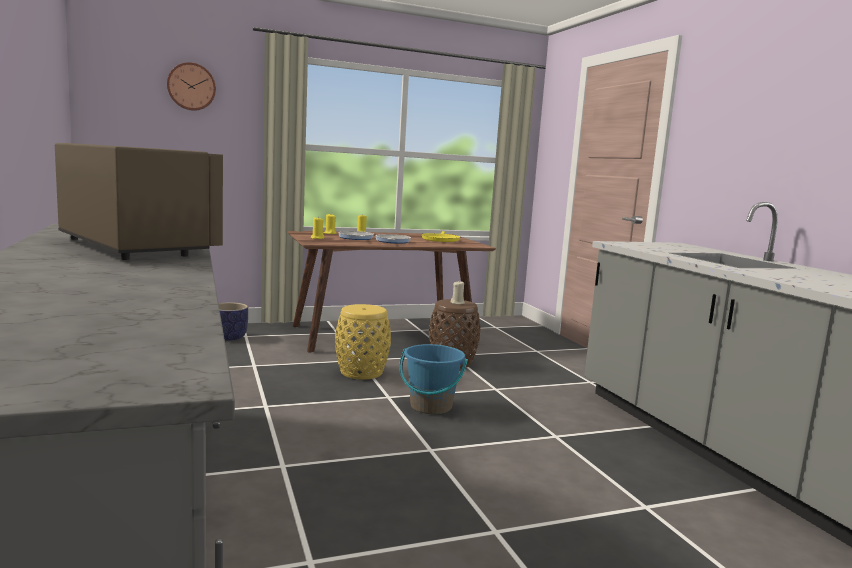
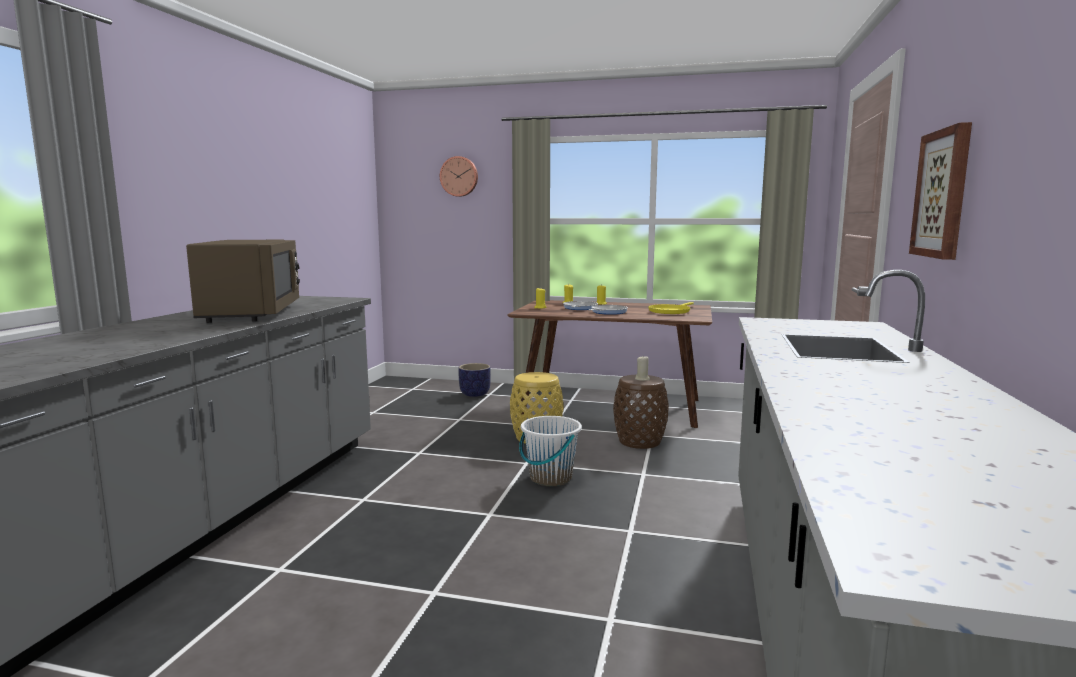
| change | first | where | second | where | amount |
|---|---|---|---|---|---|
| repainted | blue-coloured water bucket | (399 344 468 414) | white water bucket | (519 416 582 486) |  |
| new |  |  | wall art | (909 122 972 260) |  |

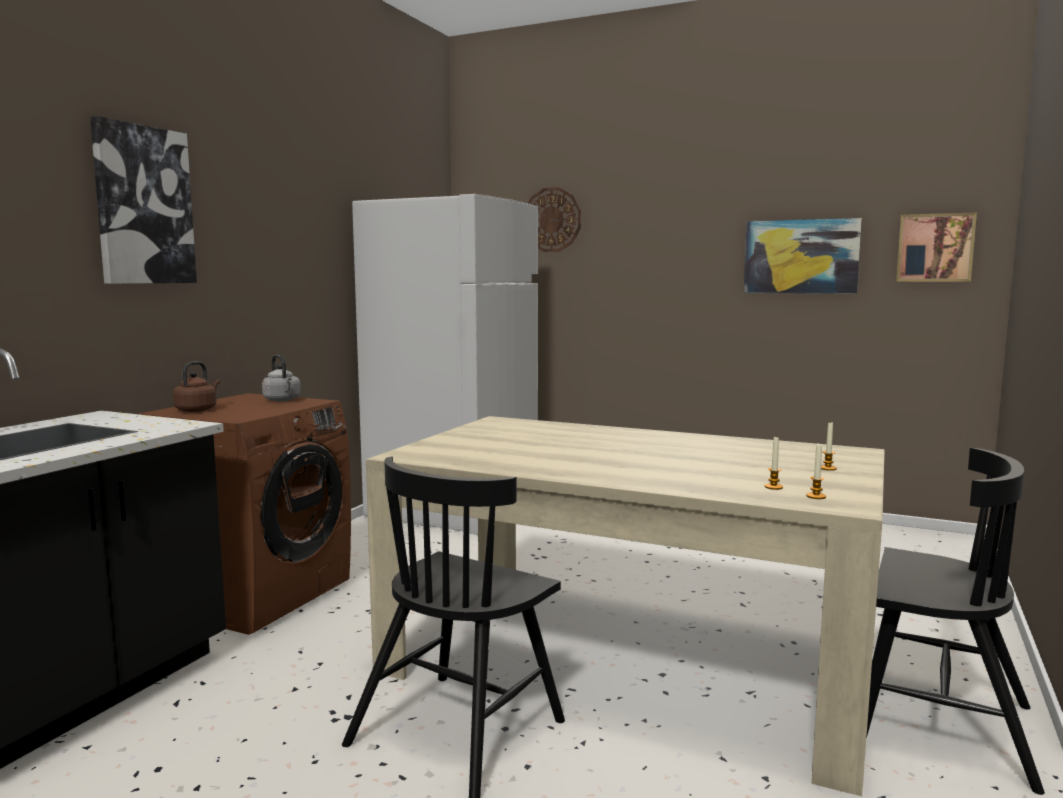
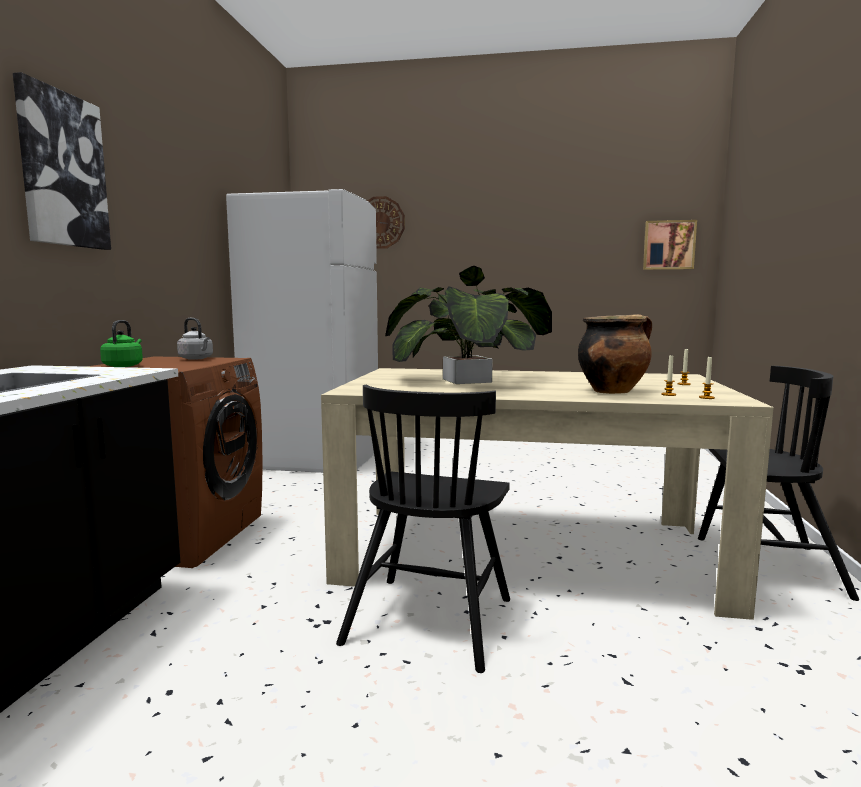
| change | first | where | second | where | amount |
|---|---|---|---|---|---|
| repainted | brown-coloured tea kettle | (173 361 220 412) | green tea kettle | (100 320 143 367) |  |
| new |  |  | plant in a pot | (385 266 552 384) |  |
| new |  |  | cooking pot | (578 314 652 394) |  |
| gone | wall art | (744 218 862 294) |  |  |  |

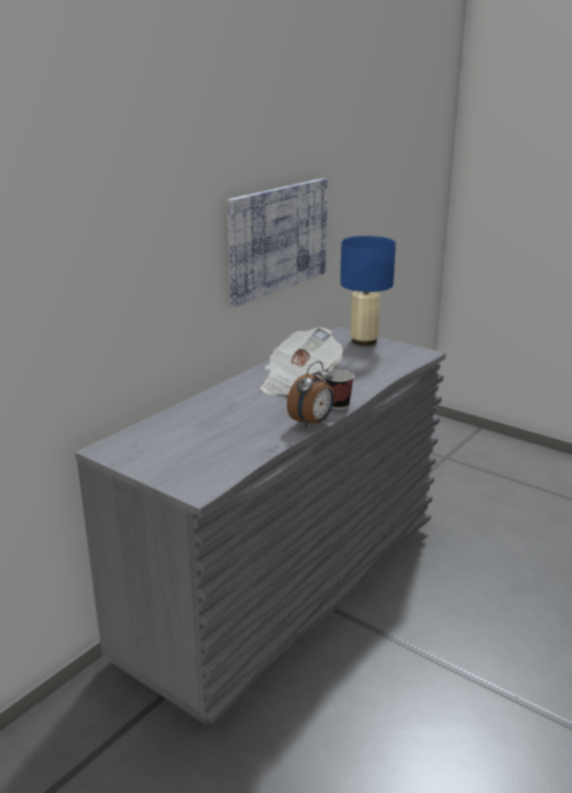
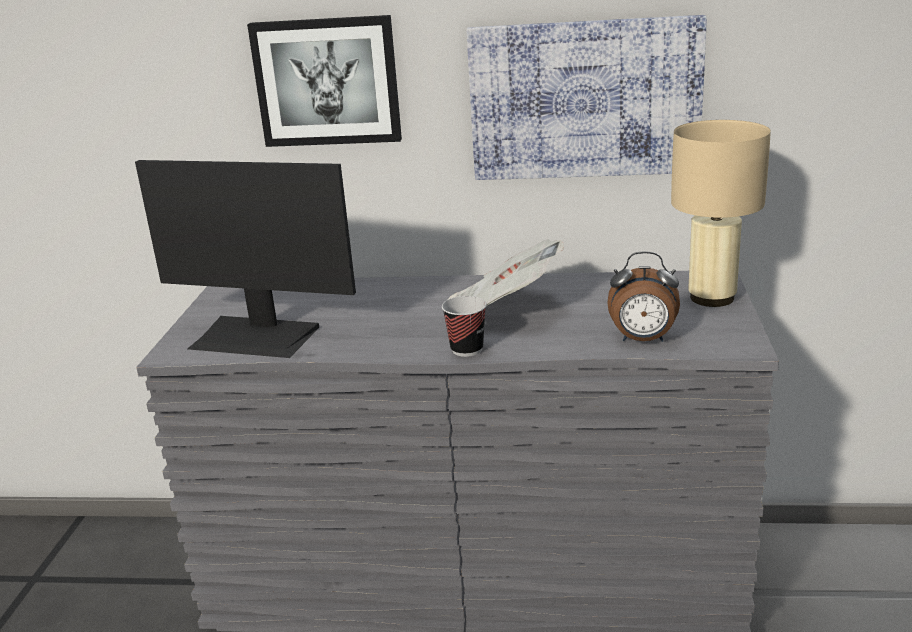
| change | first | where | second | where | amount |
|---|---|---|---|---|---|
| new |  |  | computer display | (135 160 356 358) |  |
| new |  |  | wall art | (247 15 402 147) |  |
| shifted | alarm clock | (287 361 334 428) |  | (608 251 680 342) |  |
| repainted | blue-coloured table lamp | (340 236 396 346) | sand-coloured table lamp | (671 120 771 307) |  |

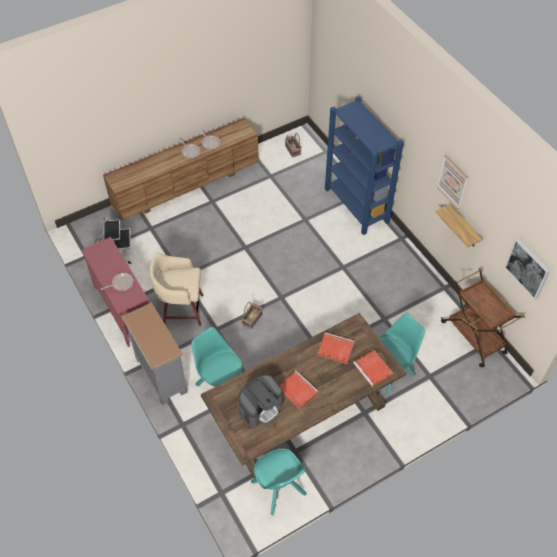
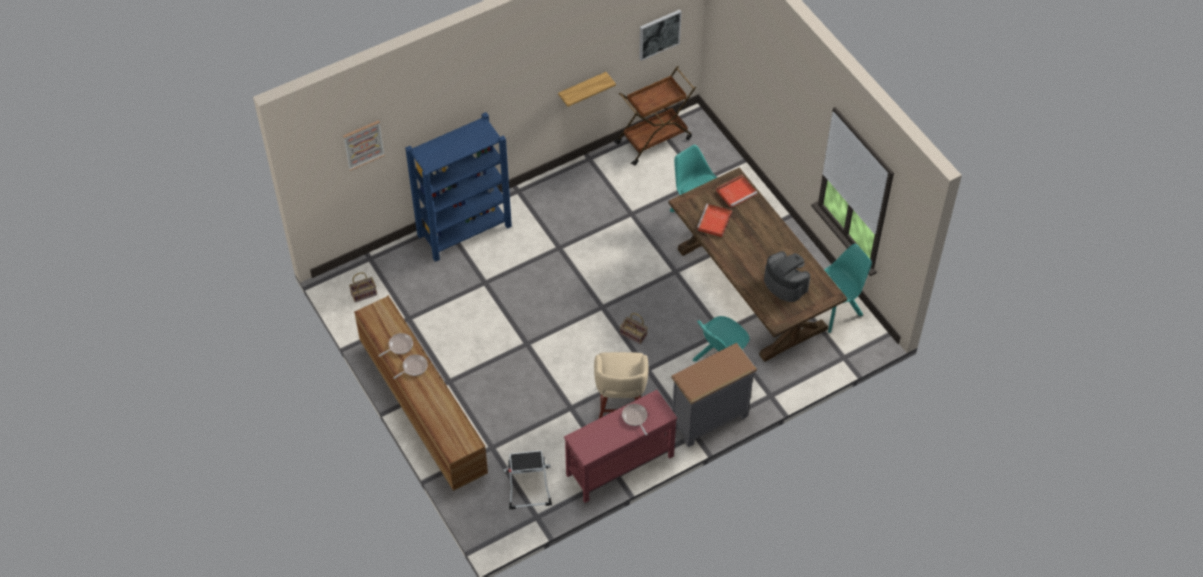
| change | first | where | second | where | amount |
|---|---|---|---|---|---|
| shifted | wall art | (437 155 468 209) |  | (343 120 385 171) |  |
| gone | red-coloured tray | (279 371 318 410) |  |  |  |

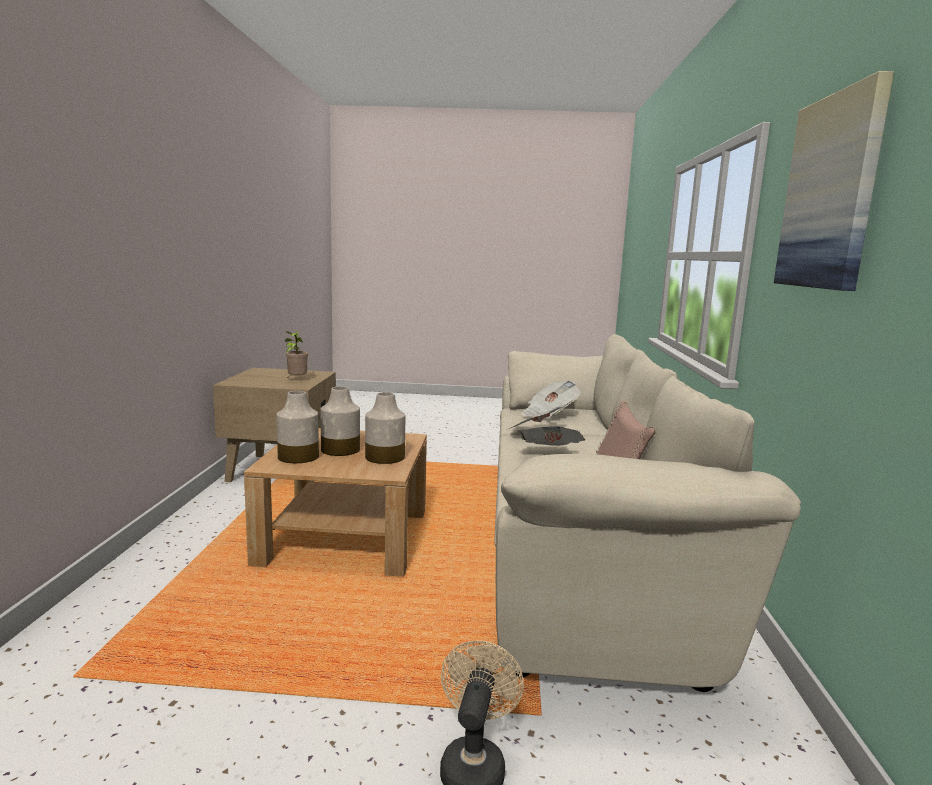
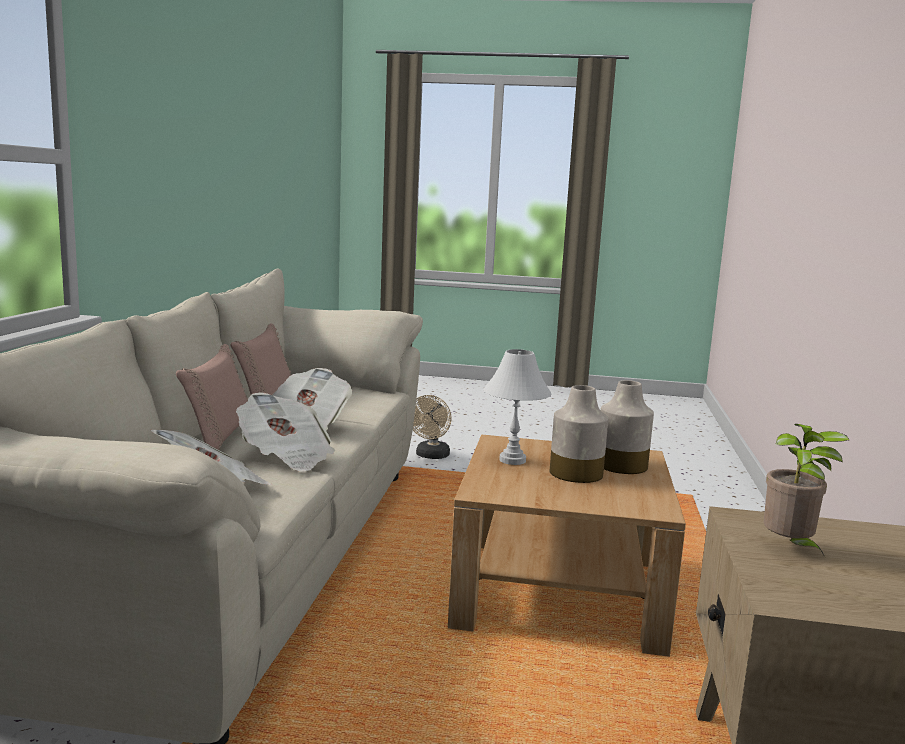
| change | first | where | second | where | amount |
|---|---|---|---|---|---|
| new |  |  | sand-coloured pillow | (176 344 248 450) |  |
| swapped | sand-coloured flower vase | (365 392 405 464) | white table lamp | (483 349 551 465) |  |
| gone | wall art | (774 71 894 291) |  |  |  |

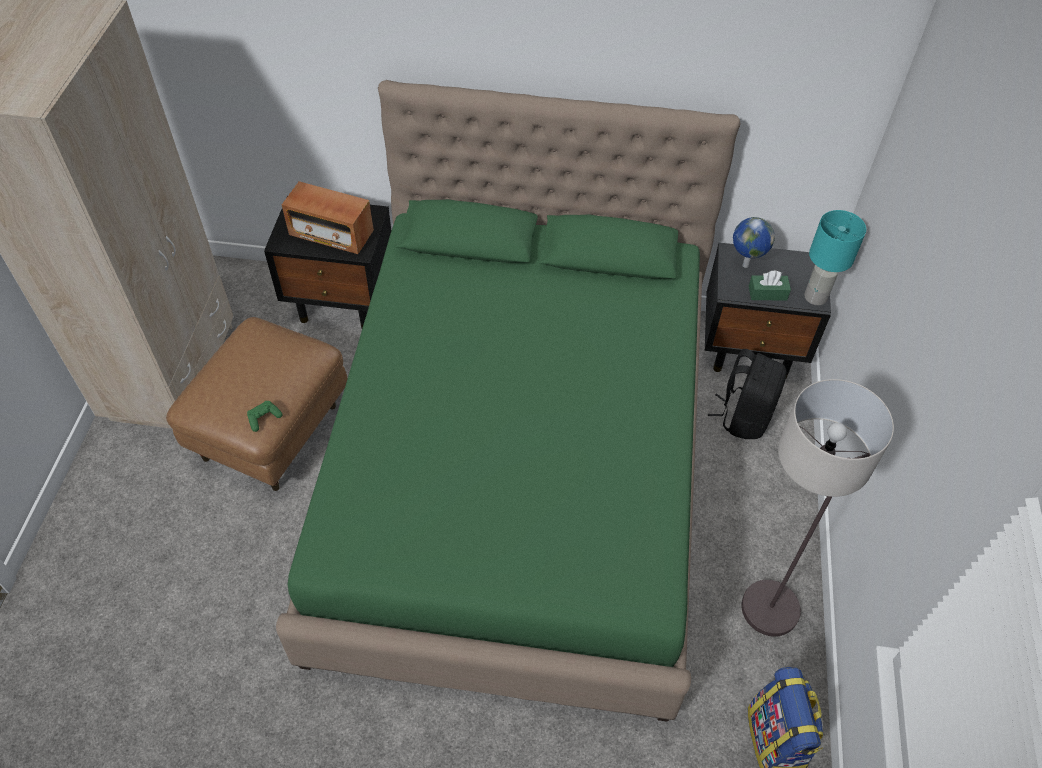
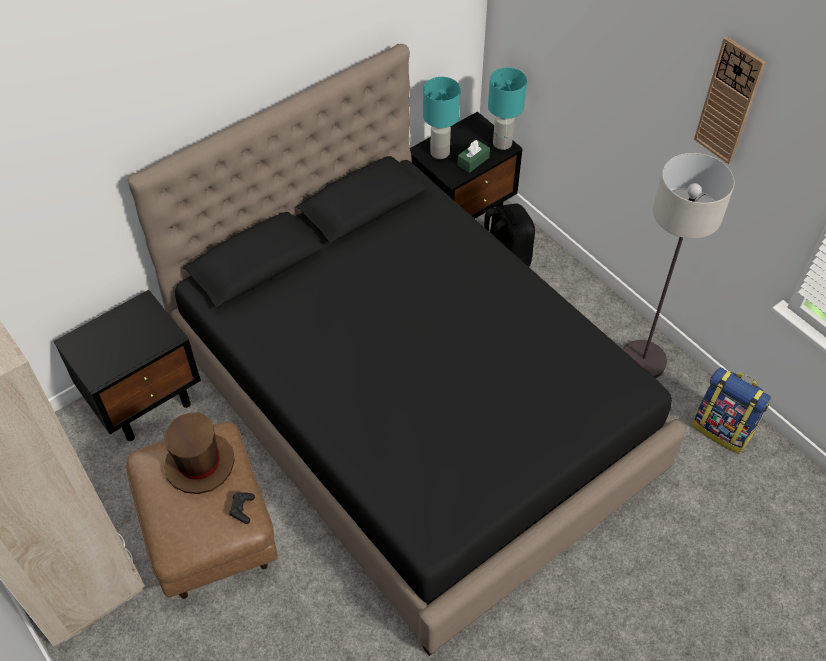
| change | first | where | second | where | amount |
|---|---|---|---|---|---|
| repainted | green bedroom bed | (276 80 741 722) | black bedroom bed | (127 44 686 656) |  |
| new |  |  | brown-coloured hat | (164 412 235 494) |  |
| repainted | green joypad | (247 401 283 432) | black joypad | (229 492 255 524) |  |
| swapped | globe | (733 217 775 268) | turquoise-coloured table lamp | (423 77 461 159) |  |
| new |  |  | wall clock | (694 37 765 164) |  |
| gone | radio receiver | (282 181 374 254) |  |  |  |

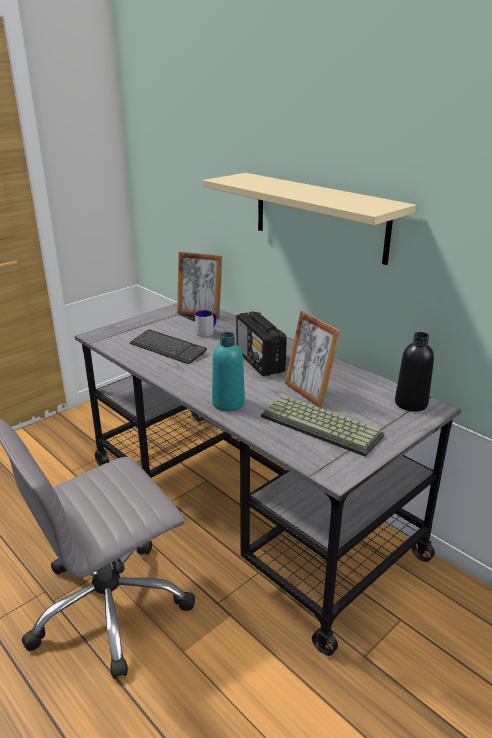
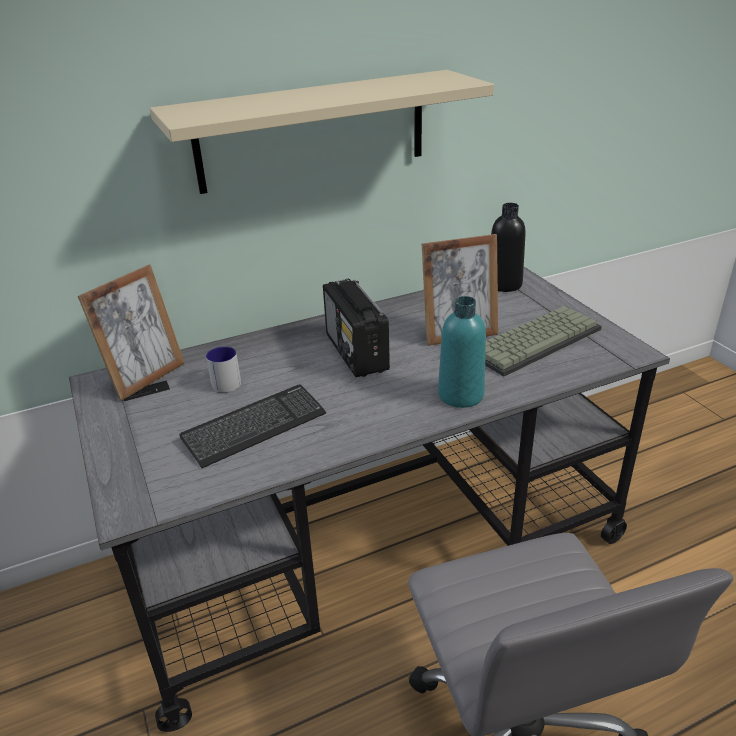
| change | first | where | second | where | amount |
|---|---|---|---|---|---|
| rotated | radio receiver | (236 311 287 376) |  | (323 278 390 377) | 75 degrees clockwise |

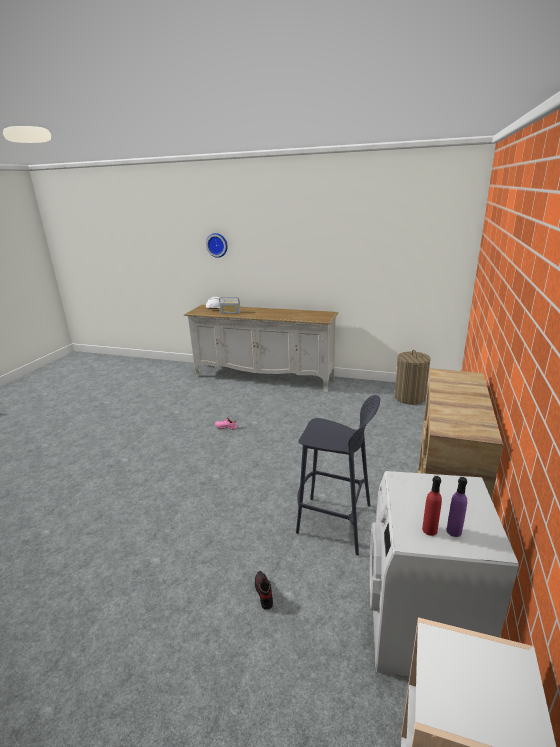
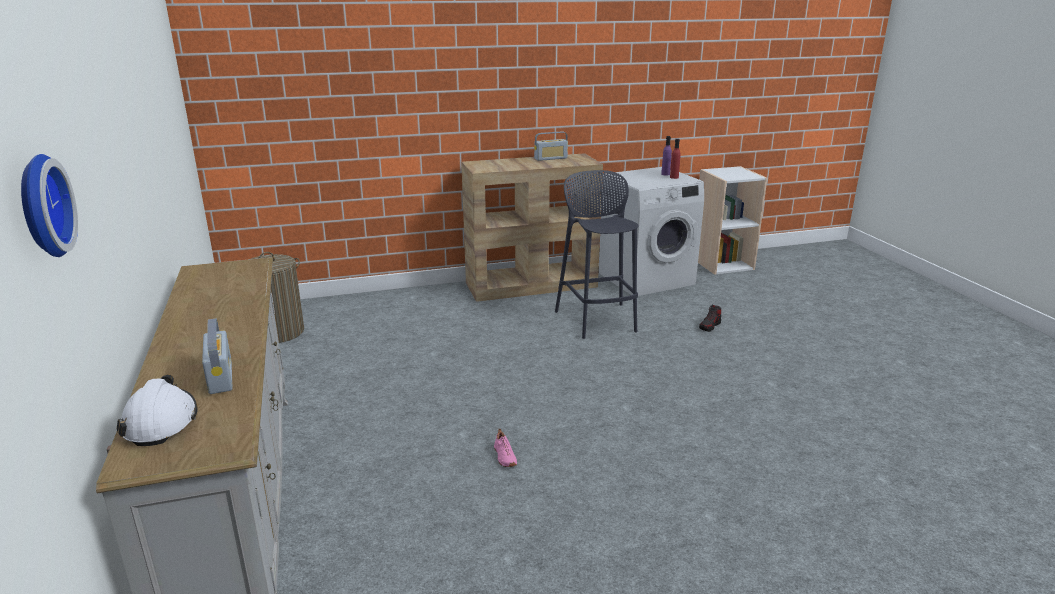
| change | first | where | second | where | amount |
|---|---|---|---|---|---|
| new |  |  | radio receiver | (534 131 568 161) |  |

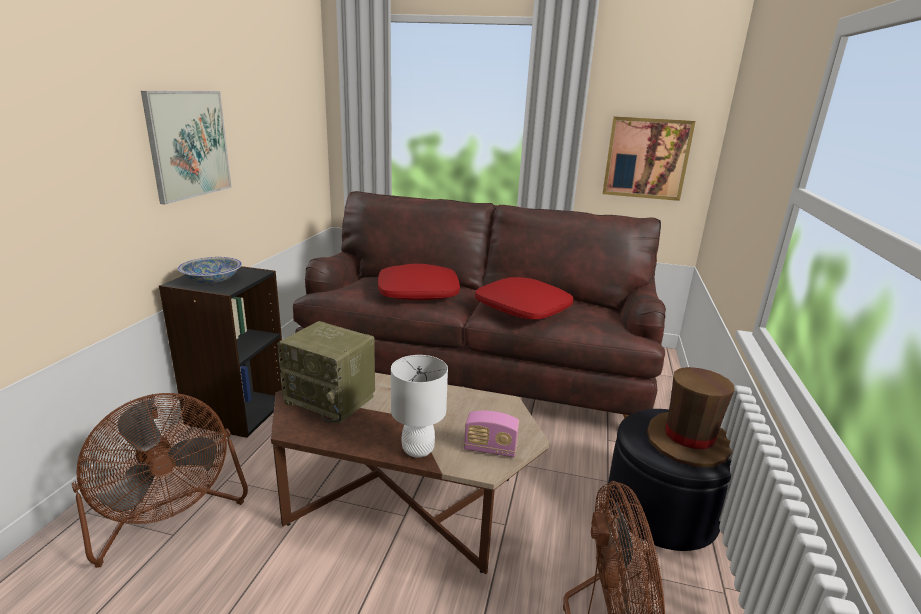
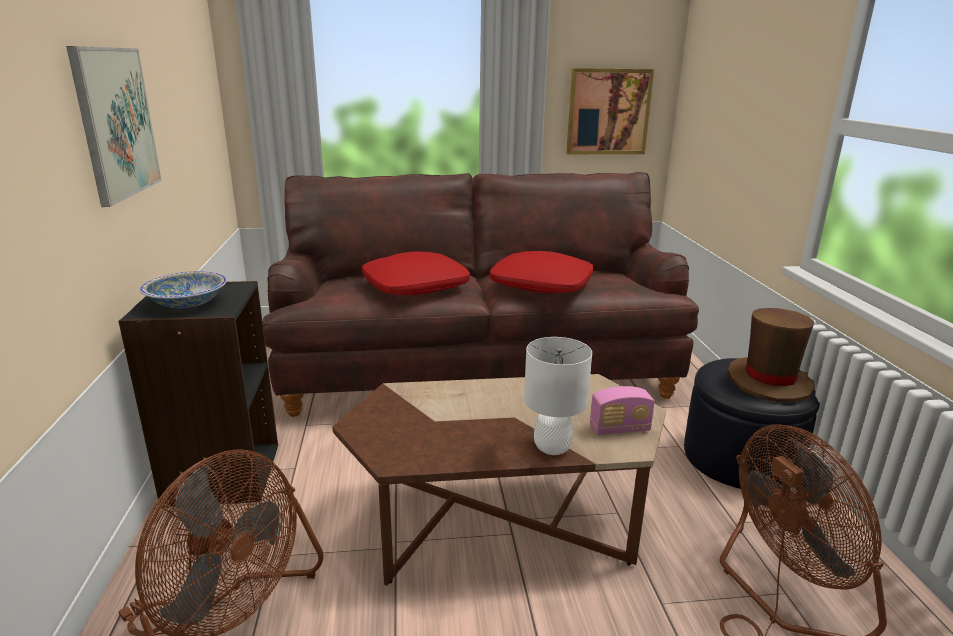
| change | first | where | second | where | amount |
|---|---|---|---|---|---|
| gone | radio receiver | (277 321 375 423) |  |  |  |

